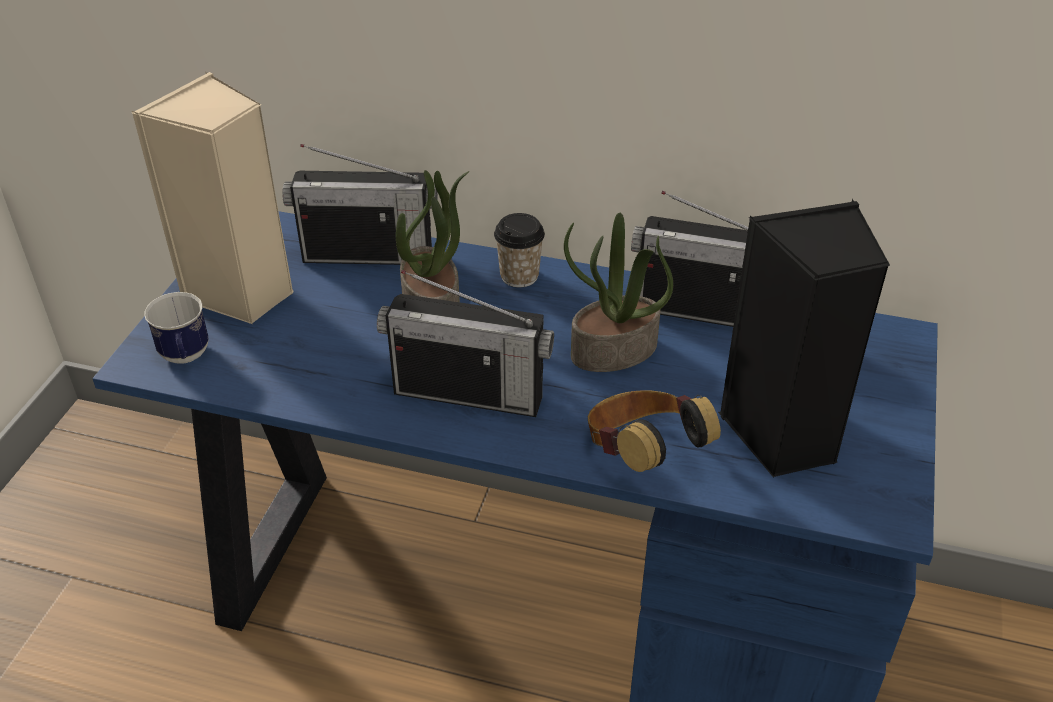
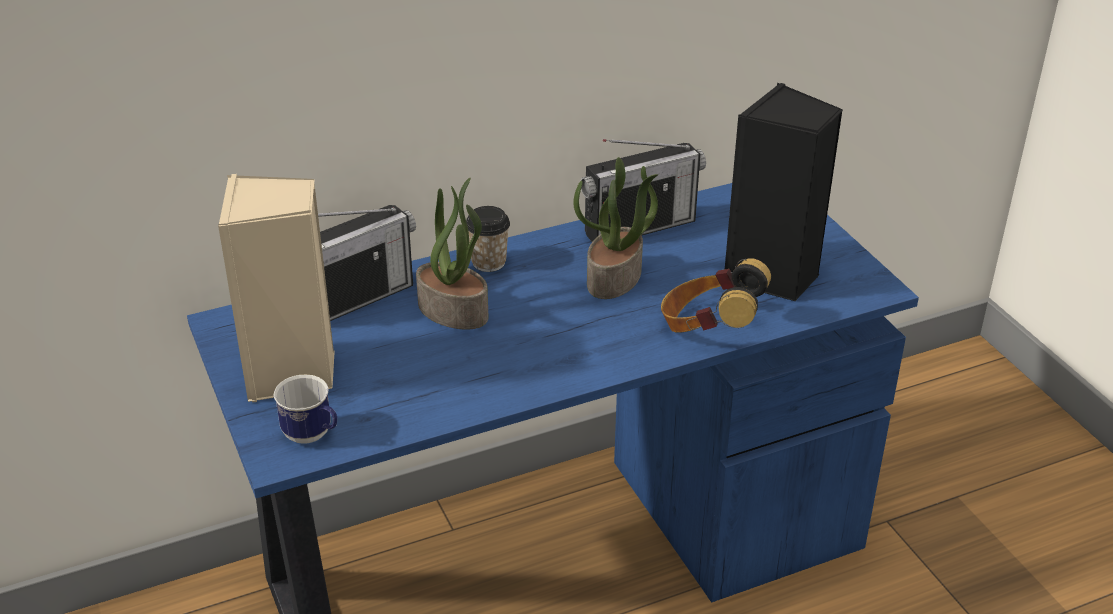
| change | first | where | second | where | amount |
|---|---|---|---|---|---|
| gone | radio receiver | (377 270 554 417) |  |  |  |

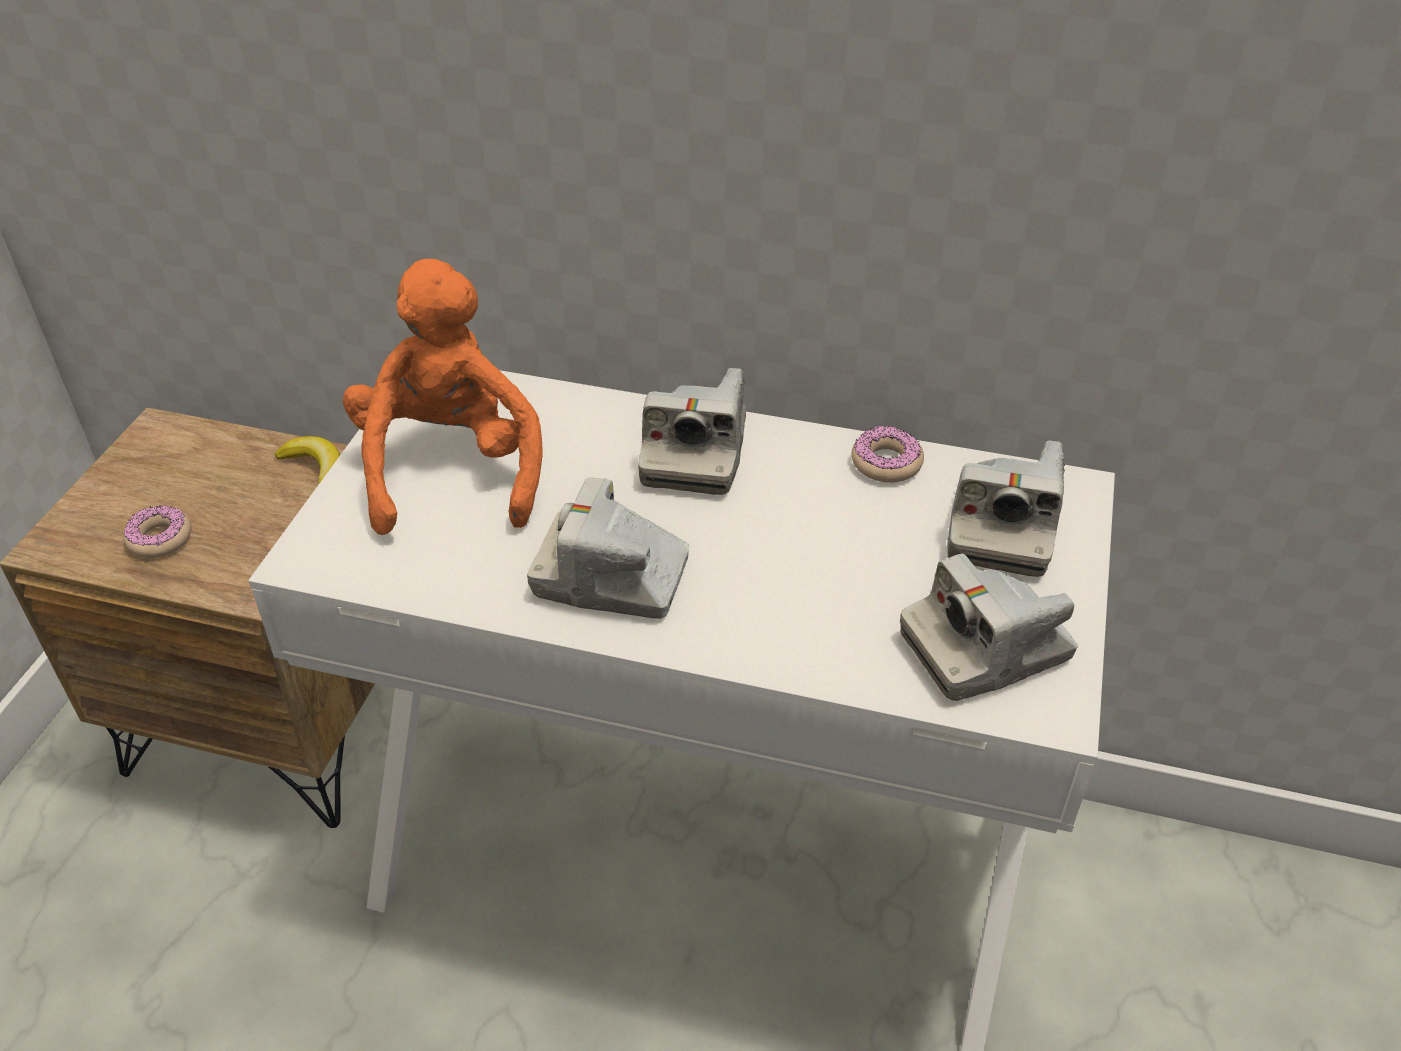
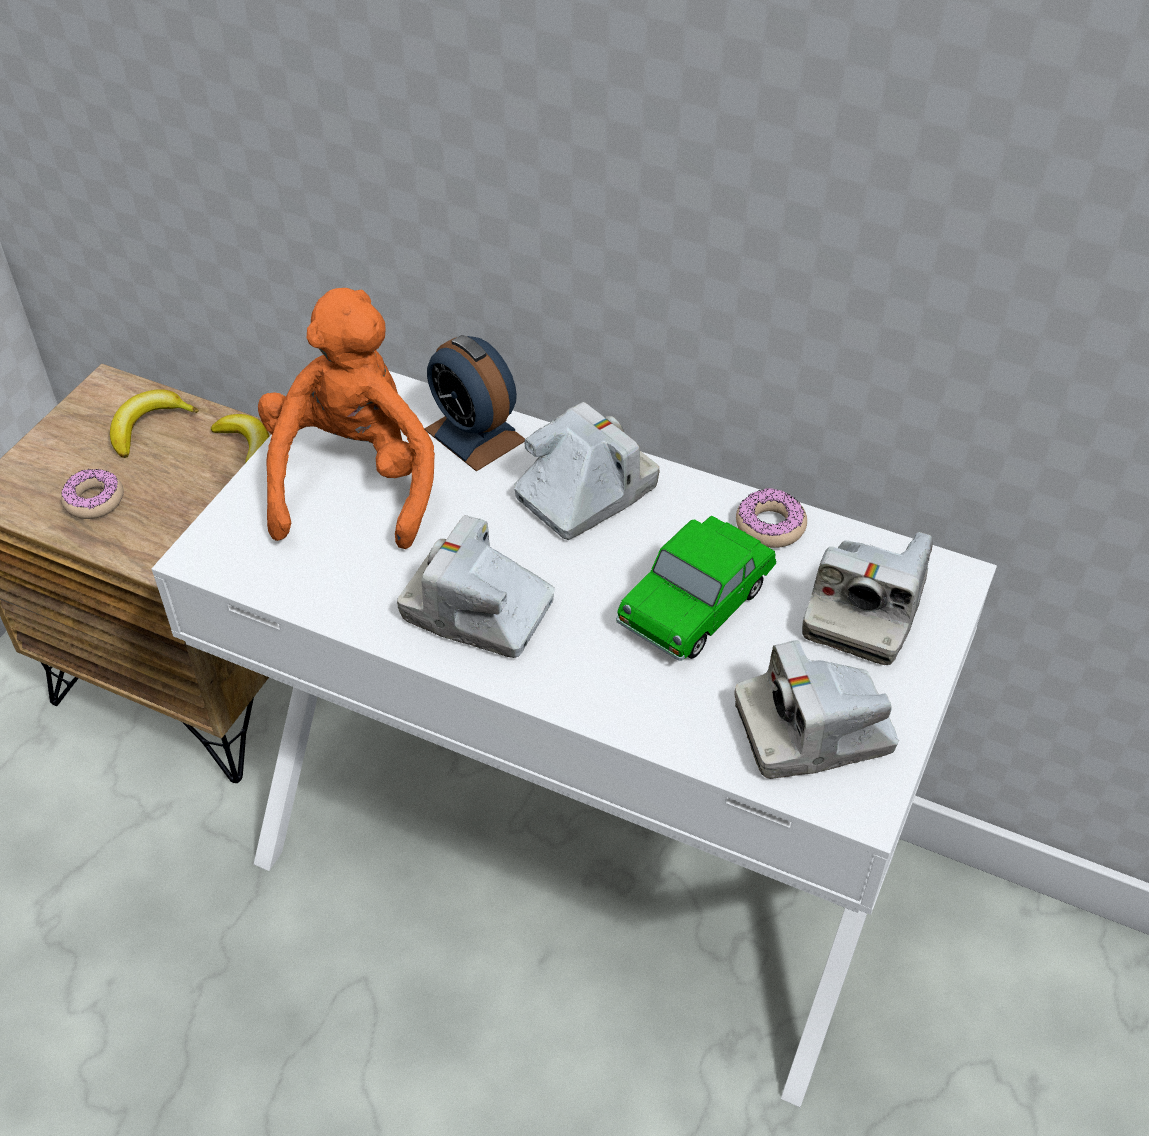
| change | first | where | second | where | amount |
|---|---|---|---|---|---|
| new |  |  | banana fruit | (110 389 199 458) |  |
| new |  |  | alarm clock | (424 335 525 472) |  |
| rotated | photo camera | (638 368 746 495) |  | (514 402 660 540) | 150 degrees counterclockwise |
| new |  |  | model car | (616 515 776 661) |  |

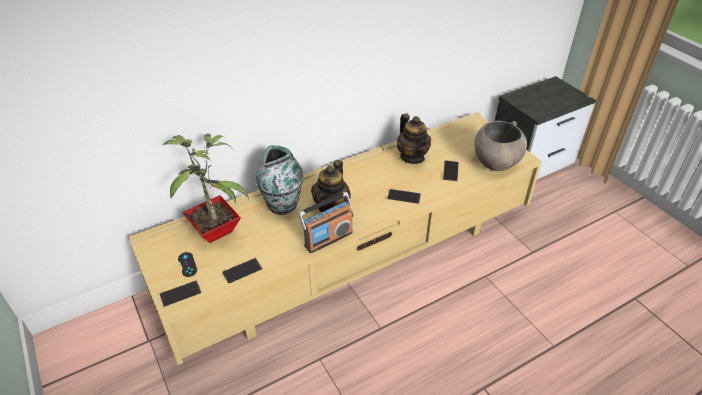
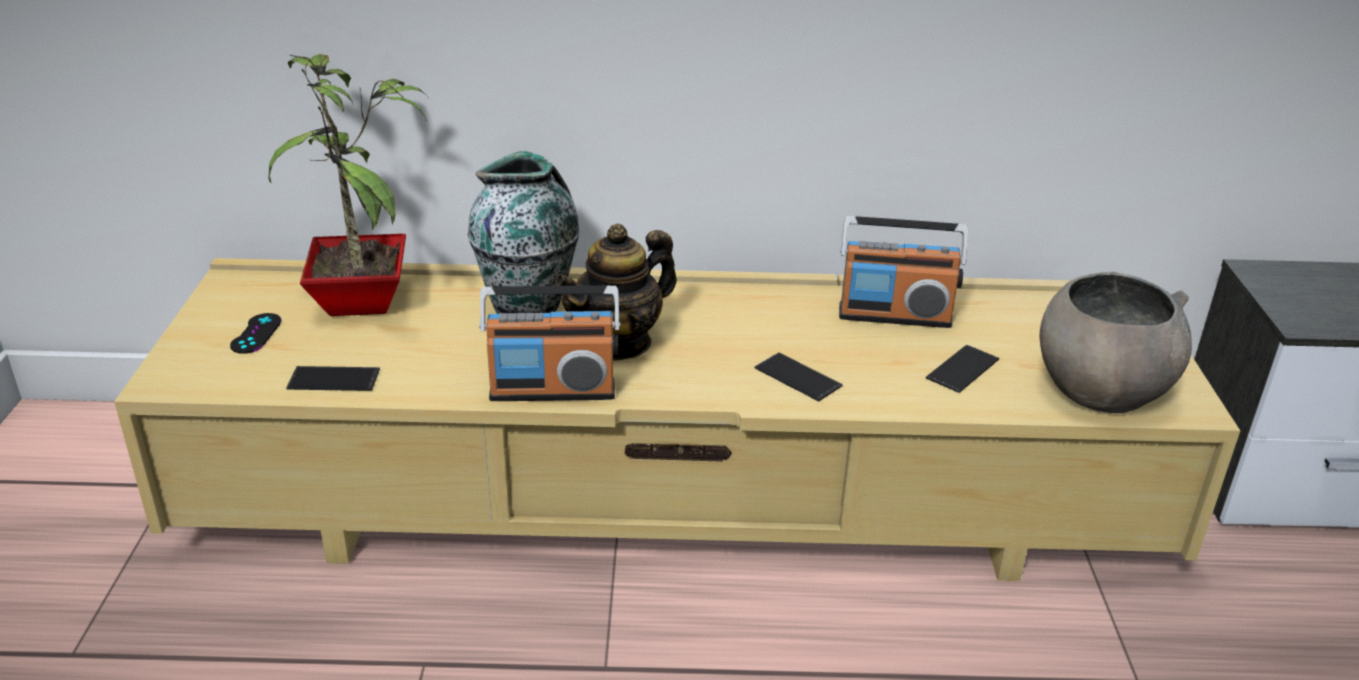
| change | first | where | second | where | amount |
|---|---|---|---|---|---|
| swapped | tea pot | (397 113 431 164) | radio receiver | (839 216 968 328) |  |
| gone | handset | (160 280 201 307) |  |  |  |

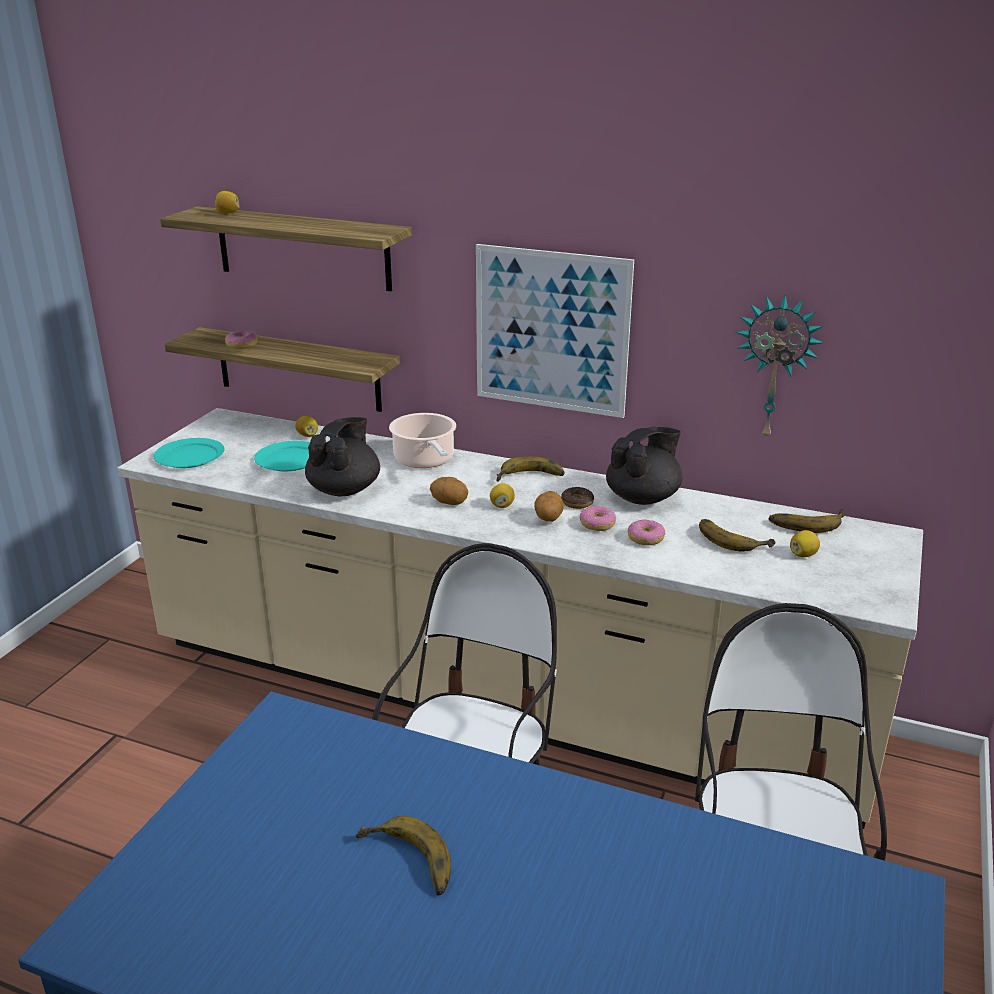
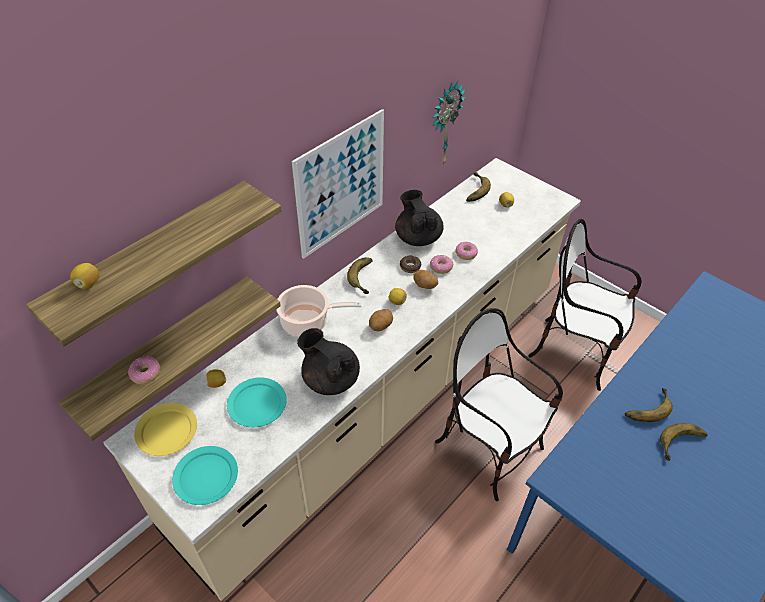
| change | first | where | second | where | amount |
|---|---|---|---|---|---|
| new |  |  | yellow-coloured dinner plate | (134 403 197 456) |  |
| shifted | banana fruit | (699 519 776 552) |  | (625 388 673 422) |  |

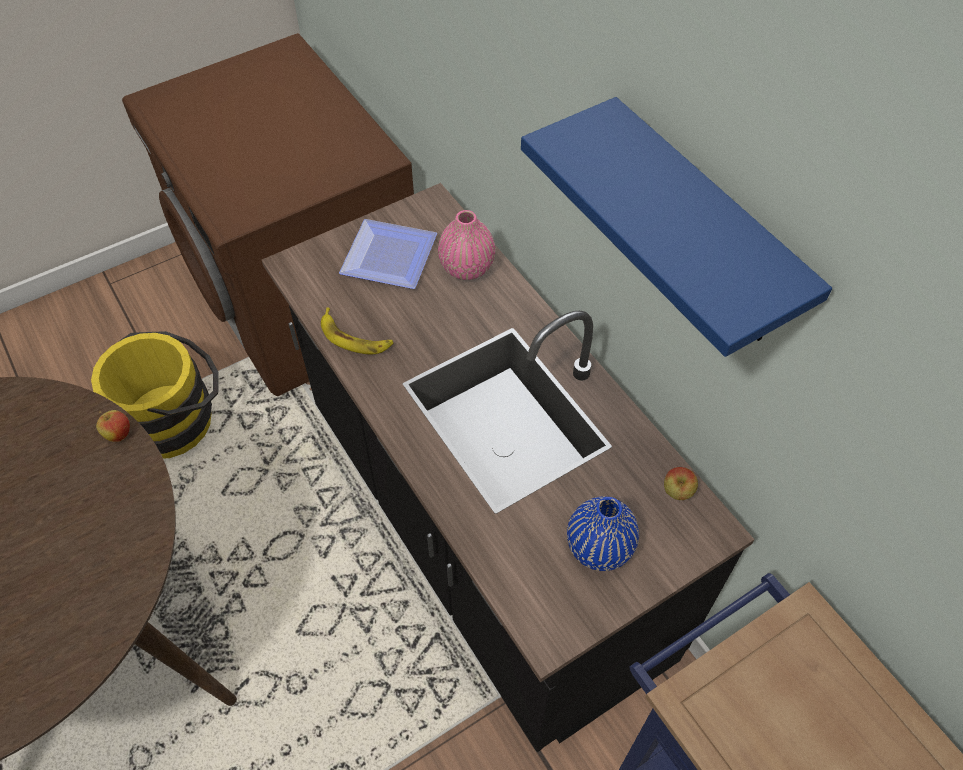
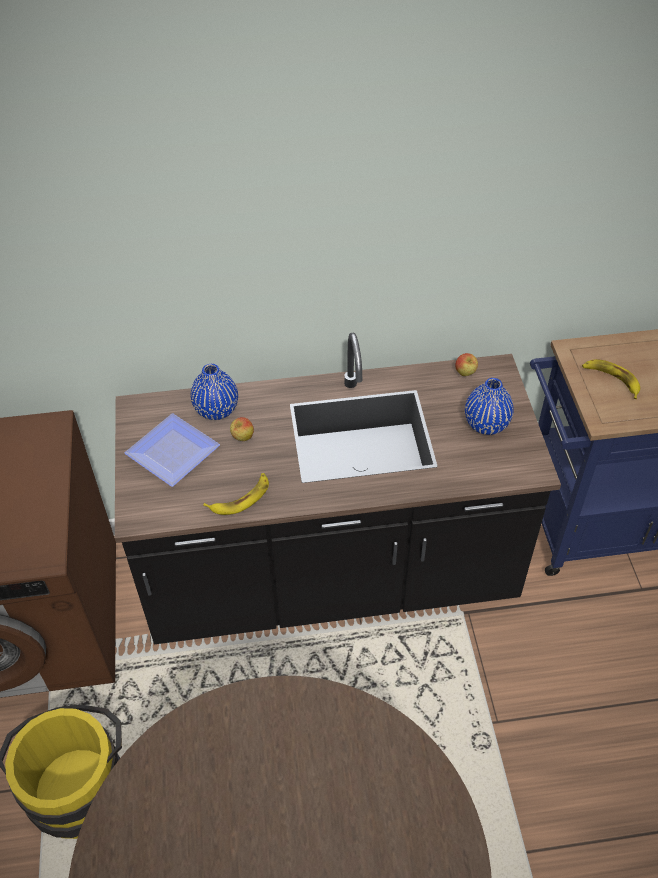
| change | first | where | second | where | amount |
|---|---|---|---|---|---|
| repainted | pink-coloured flower vase | (438 210 495 280) | blue-coloured flower vase | (191 364 238 420) |  |
| shifted | apple | (96 410 130 442) |  | (230 417 254 441) |  |
| new |  |  | banana fruit | (582 359 640 399) |  |
| gone | blue-coloured bracket shelf | (521 97 832 357) |  |  |  |

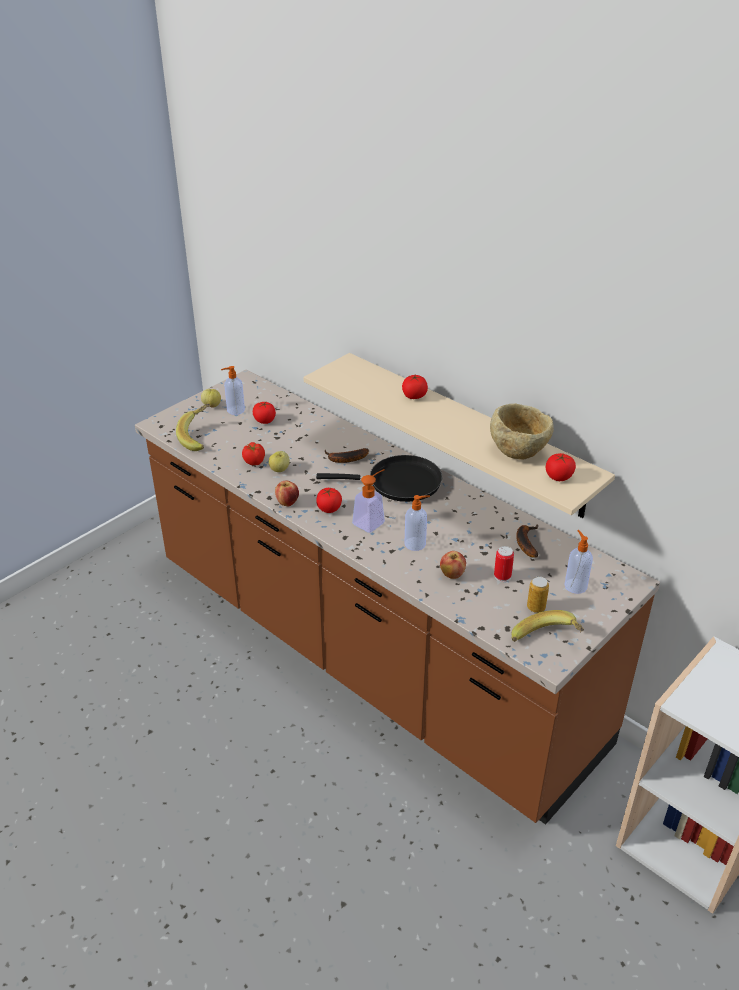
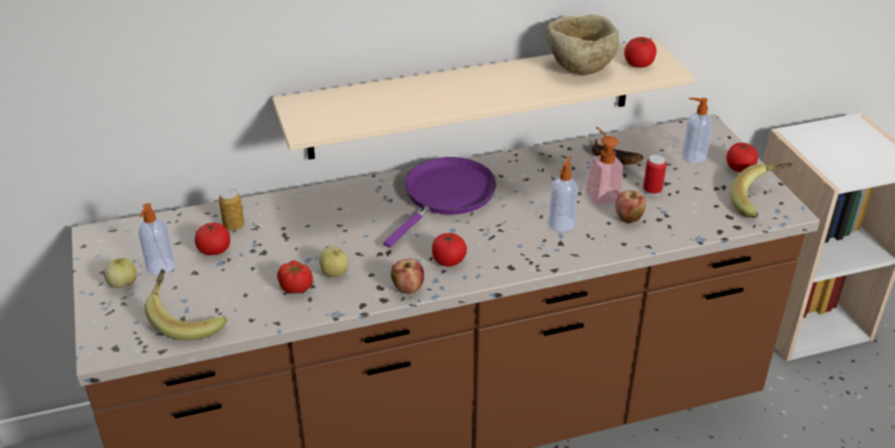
| change | first | where | second | where | amount |
|---|---|---|---|---|---|
| shifted | metal can | (527 577 549 613) |  | (219 189 244 231) |  |
| repainted | black frying pan | (316 455 443 502) | purple frying pan | (383 157 497 248) |  |
| shifted | soap dispenser | (352 469 385 533) |  | (585 127 623 206) |  |
| shifted | tomato | (402 375 428 399) |  | (726 142 758 172) |  |
| gone | banana fruit | (325 448 369 463) |  |  |  |

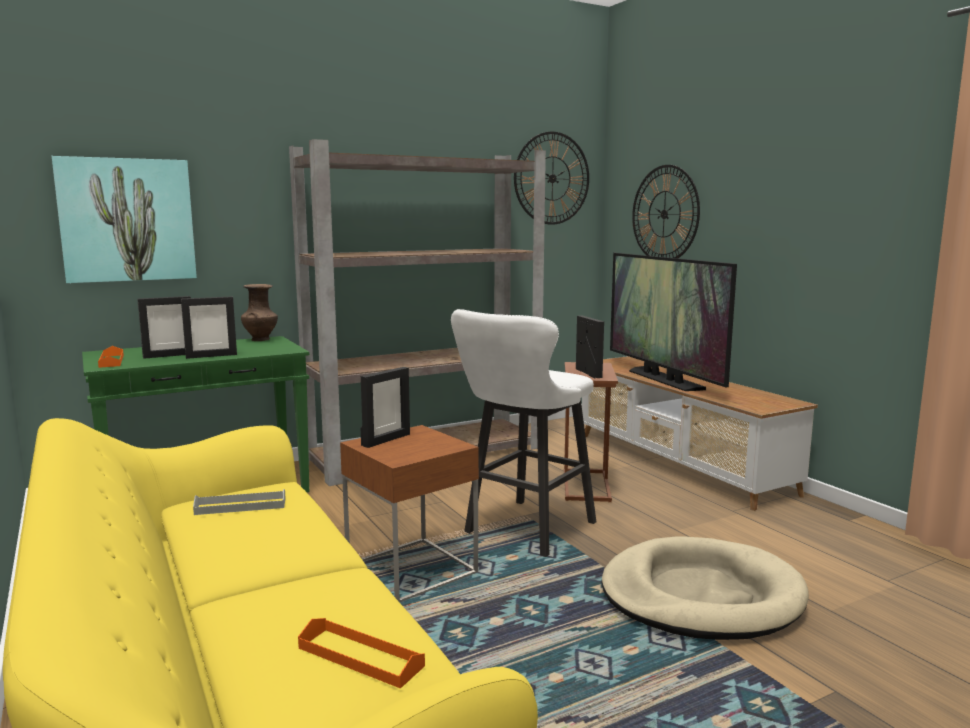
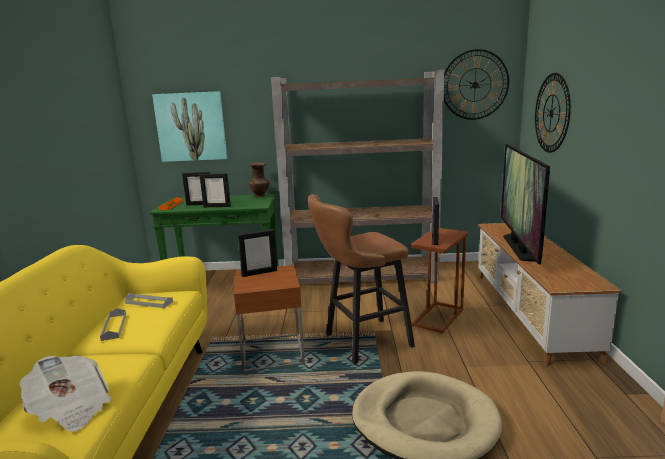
| change | first | where | second | where | amount |
|---|---|---|---|---|---|
| swapped | orangey tray | (298 618 425 689) | daily paper | (20 356 112 432) |  |
| new |  |  | greyish tray | (100 308 126 341) |  |
| repainted | white stool seat | (451 309 596 557) | brown-coloured stool seat | (308 194 415 364) |  |

